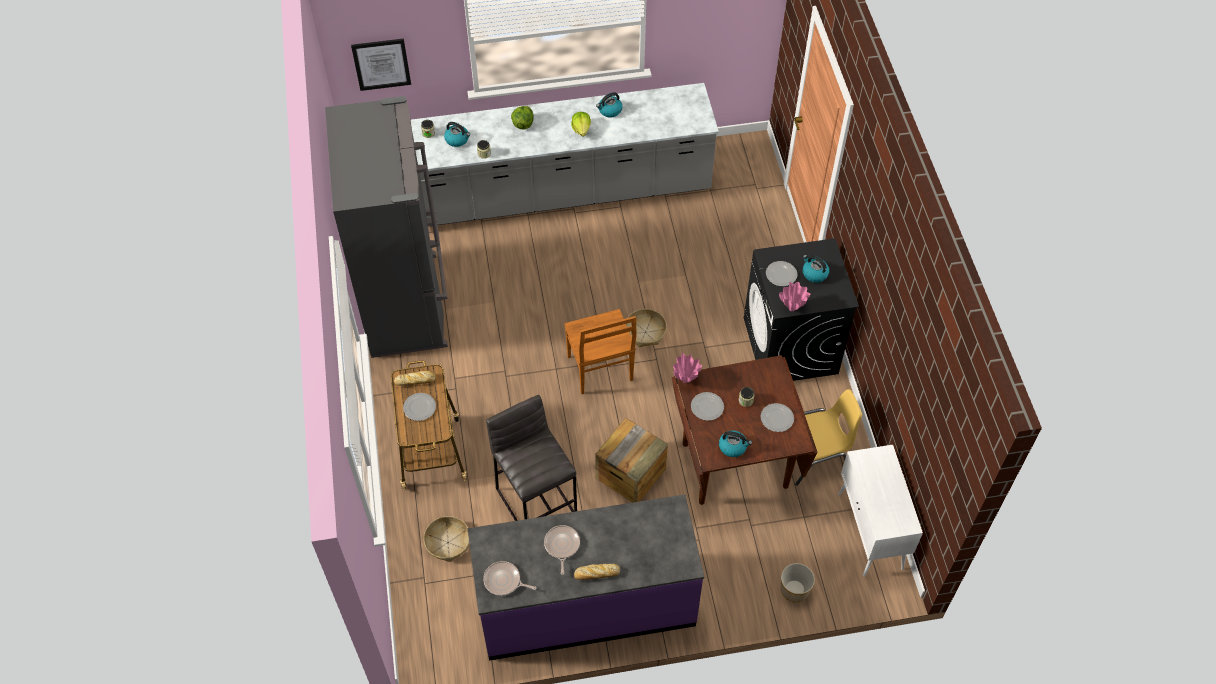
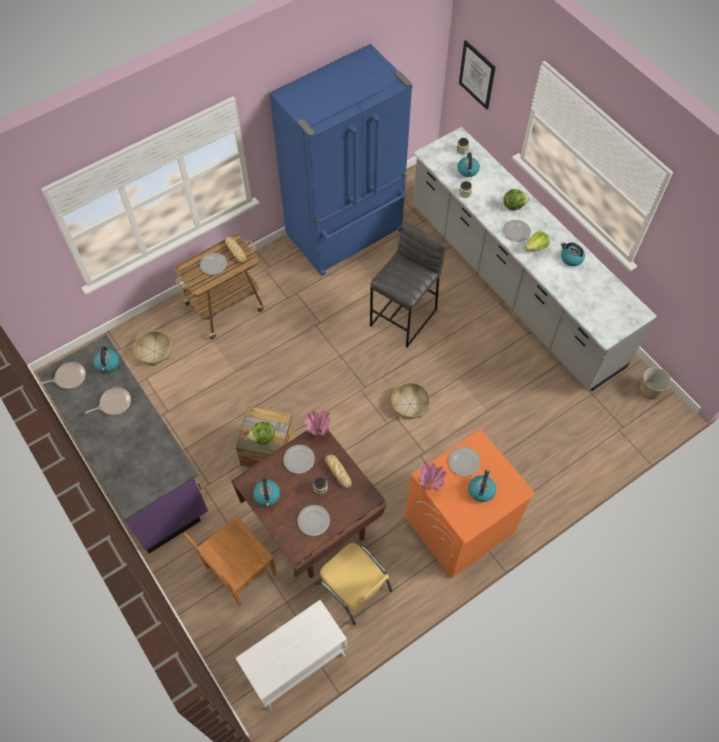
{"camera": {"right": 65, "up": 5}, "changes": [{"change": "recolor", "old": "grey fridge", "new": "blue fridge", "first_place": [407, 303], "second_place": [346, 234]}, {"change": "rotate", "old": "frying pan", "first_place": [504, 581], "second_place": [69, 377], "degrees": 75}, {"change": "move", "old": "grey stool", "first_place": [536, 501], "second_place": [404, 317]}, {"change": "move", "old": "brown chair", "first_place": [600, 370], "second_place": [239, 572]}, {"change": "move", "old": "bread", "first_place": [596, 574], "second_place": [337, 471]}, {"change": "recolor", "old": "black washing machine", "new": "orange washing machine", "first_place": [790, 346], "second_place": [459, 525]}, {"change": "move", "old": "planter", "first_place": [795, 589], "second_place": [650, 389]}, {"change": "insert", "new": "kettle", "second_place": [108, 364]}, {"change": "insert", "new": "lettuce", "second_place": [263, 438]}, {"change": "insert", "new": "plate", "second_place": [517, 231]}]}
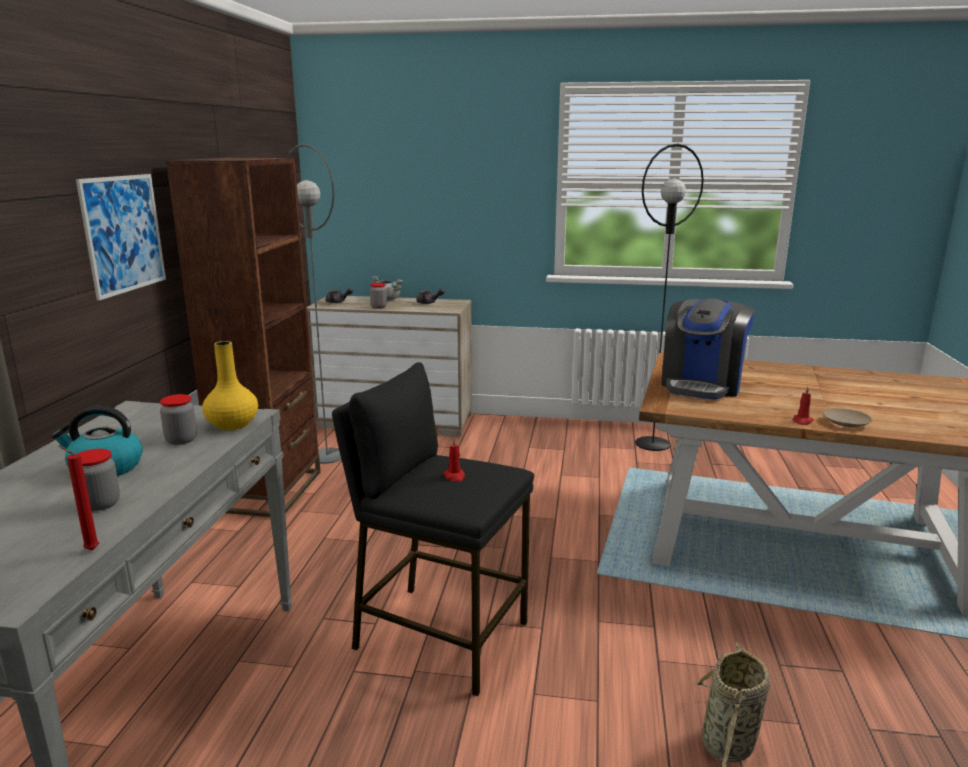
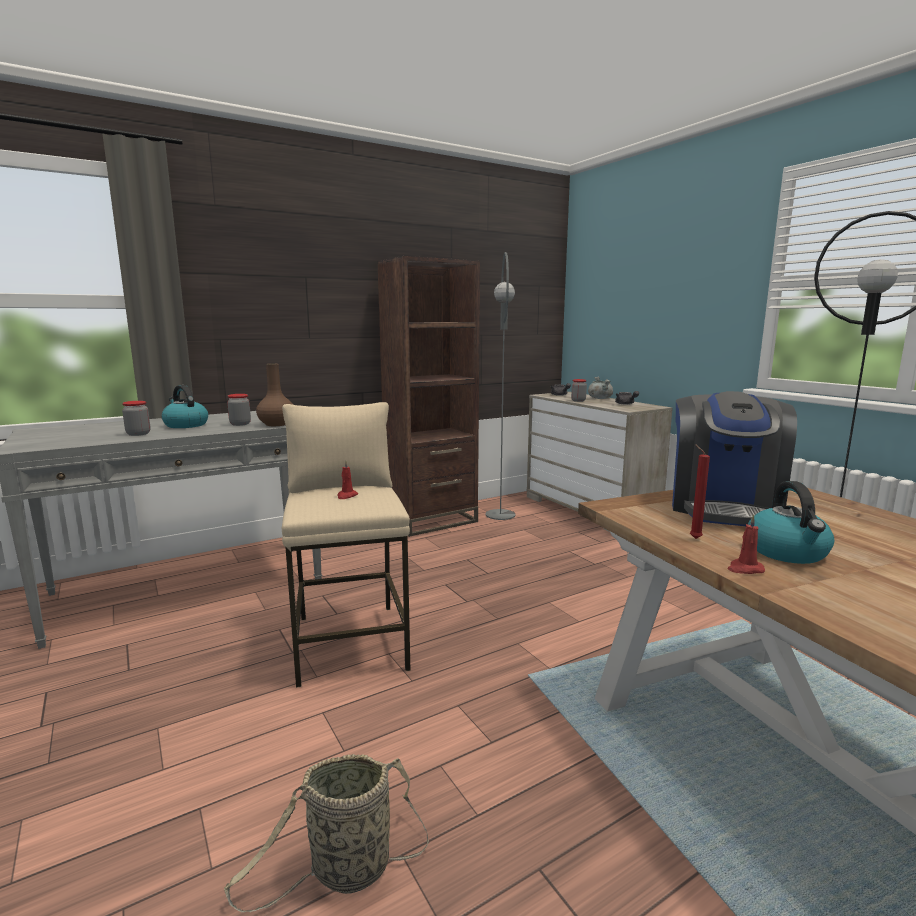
{"camera": {"right": 50, "up": -5}, "changes": [{"change": "move", "old": "red candle", "first_place": [89, 550], "second_place": [693, 538]}, {"change": "delete", "old": "picture", "first_place": [123, 234]}, {"change": "recolor", "old": "yellow vase", "new": "brown vase", "first_place": [233, 424], "second_place": [277, 424]}, {"change": "recolor", "old": "black stool", "new": "beige stool", "first_place": [440, 635], "second_place": [351, 642]}, {"change": "rotate", "old": "coffee machine", "first_place": [702, 385], "second_place": [724, 507], "degrees": -60}, {"change": "delete", "old": "beige plate", "first_place": [846, 423]}, {"change": "insert", "new": "kettle", "second_place": [787, 552]}]}
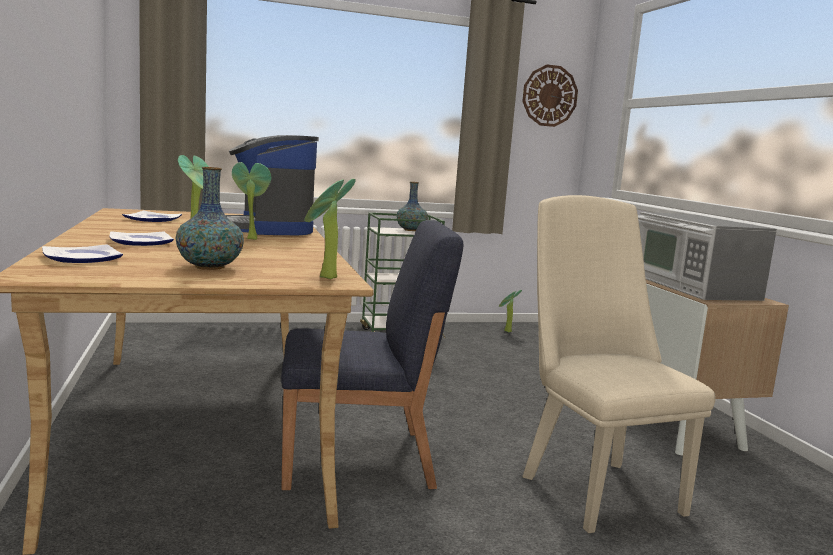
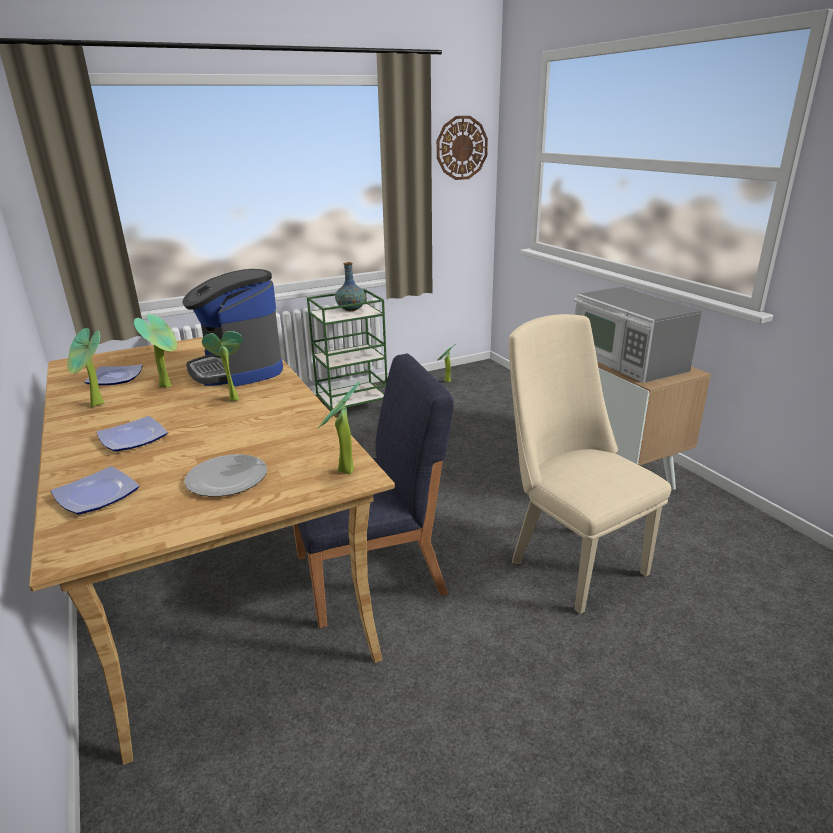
{"camera": {"right": -10, "up": 15}, "changes": [{"change": "replace", "old": "vase", "new": "plate", "first_place": [209, 267], "second_place": [228, 479]}, {"change": "insert", "new": "potted plant", "second_place": [97, 405]}]}
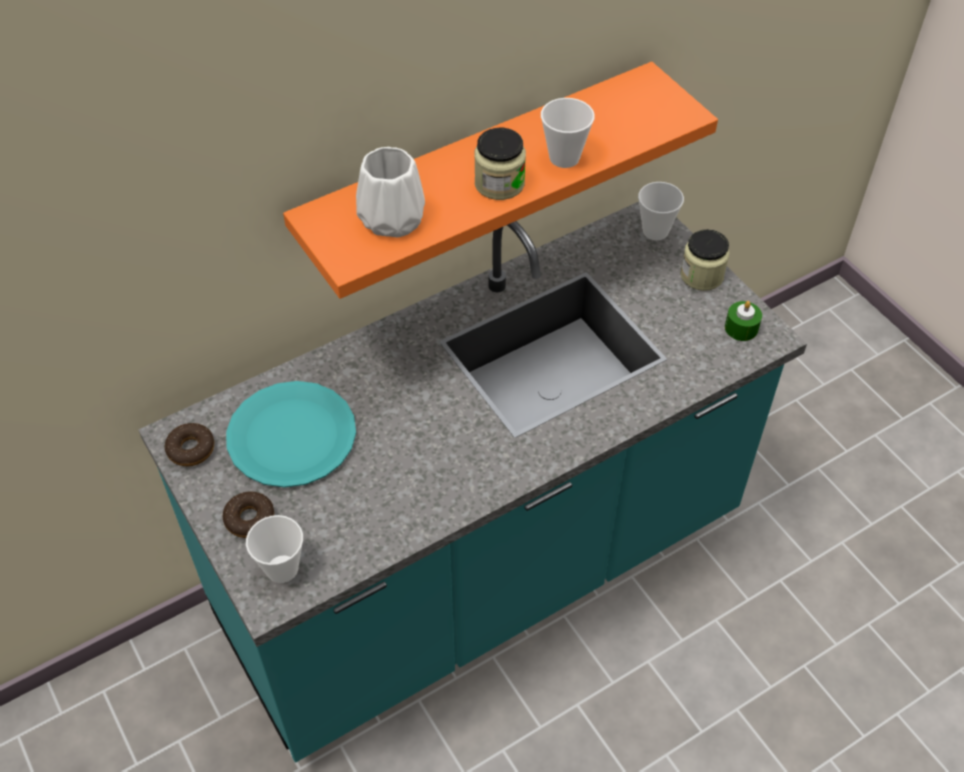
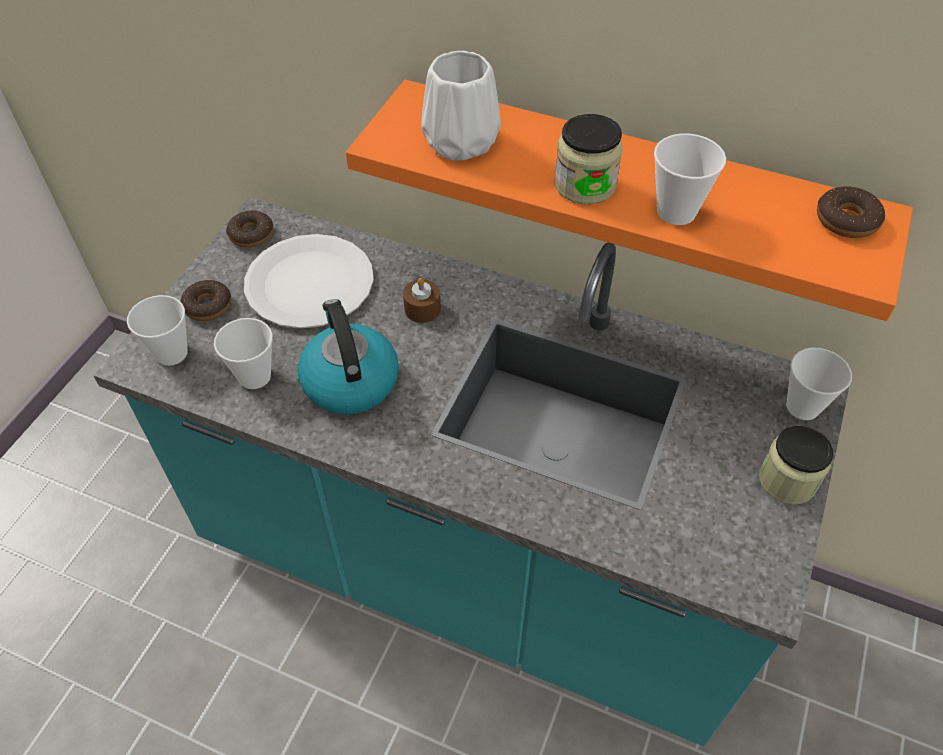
{"camera": {"right": 55, "up": 0}, "changes": [{"change": "recolor", "old": "turquoise plate", "new": "white plate", "first_place": [292, 436], "second_place": [310, 283]}, {"change": "delete", "old": "green candle", "first_place": [741, 328]}, {"change": "insert", "new": "cup", "second_place": [254, 376]}, {"change": "insert", "new": "kettle", "second_place": [349, 380]}, {"change": "insert", "new": "brown candle", "second_place": [422, 309]}, {"change": "insert", "new": "donut", "second_place": [846, 220]}]}
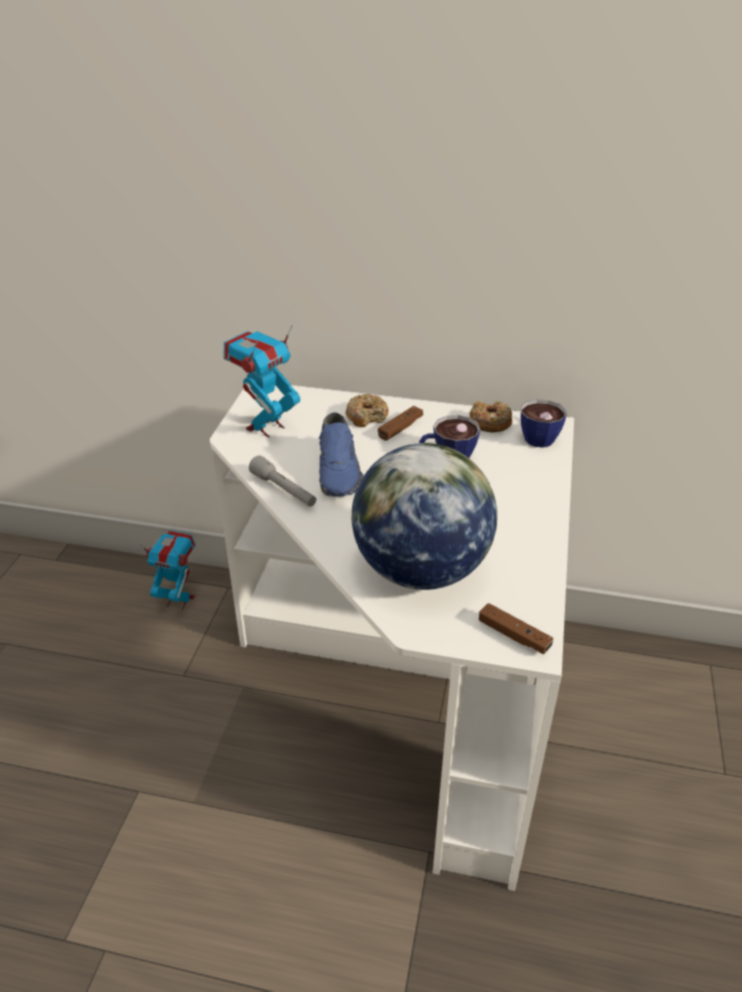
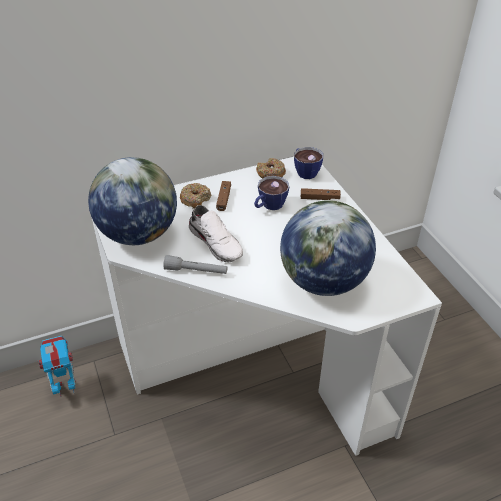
{"camera": {"right": -35, "up": 5}, "changes": [{"change": "replace", "old": "toy robot", "new": "globe", "first_place": [266, 427], "second_place": [138, 234]}, {"change": "recolor", "old": "blue shoe", "new": "white shoe", "first_place": [340, 471], "second_place": [217, 243]}, {"change": "move", "old": "brown game controller", "first_place": [514, 635], "second_place": [320, 198]}]}
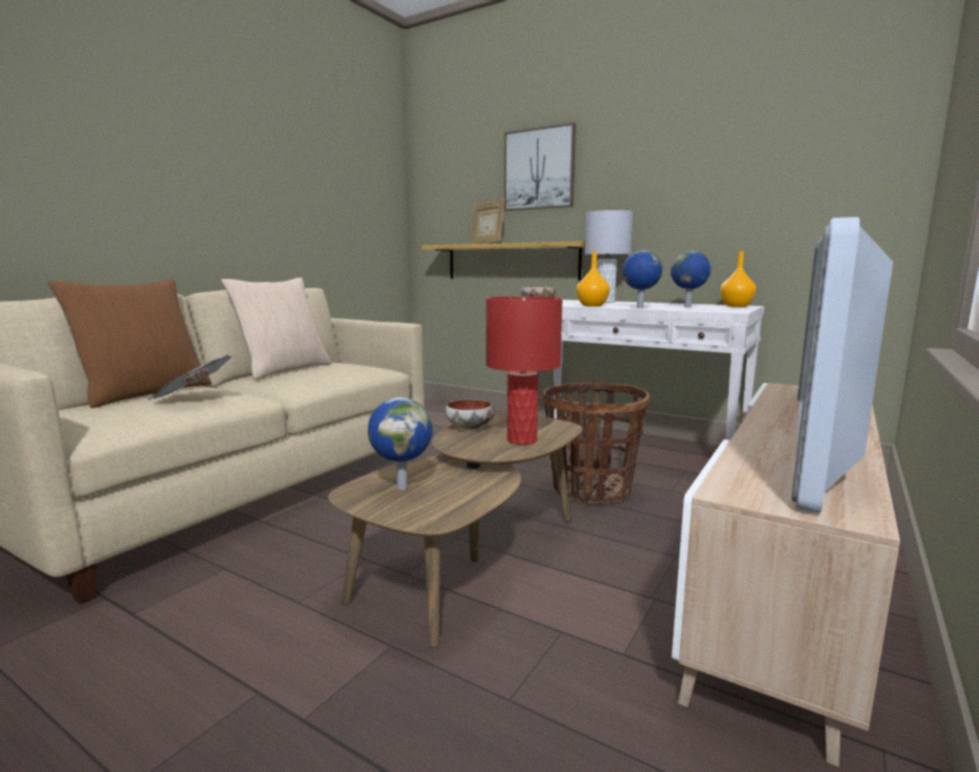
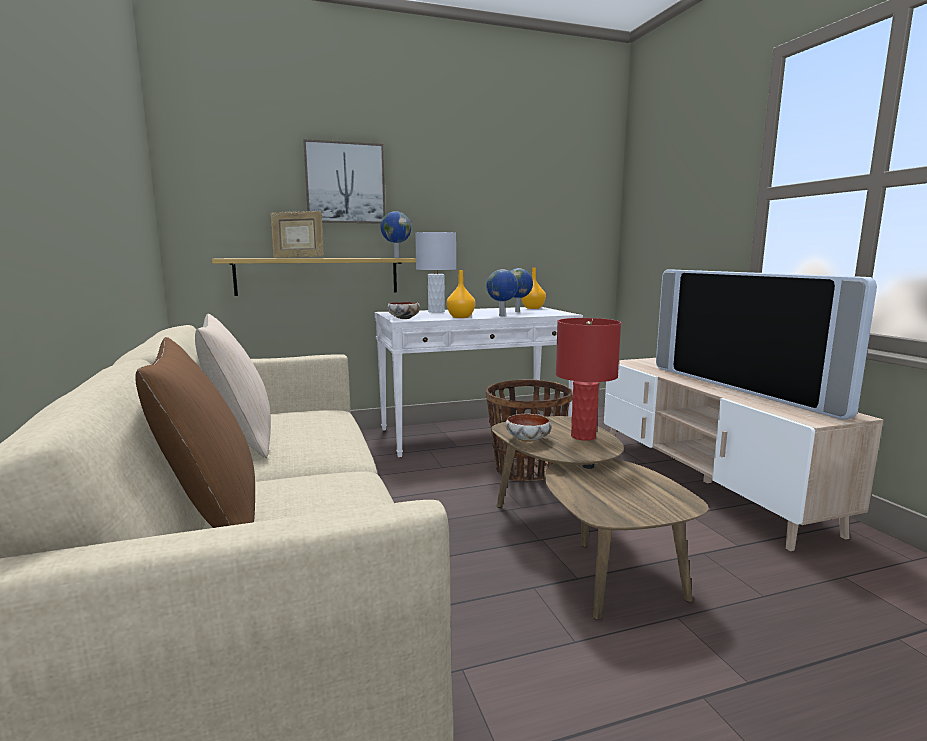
{"camera": {"right": -50, "up": 0}, "changes": [{"change": "delete", "old": "newspaper", "first_place": [193, 398]}, {"change": "move", "old": "globe", "first_place": [402, 487], "second_place": [396, 257]}]}
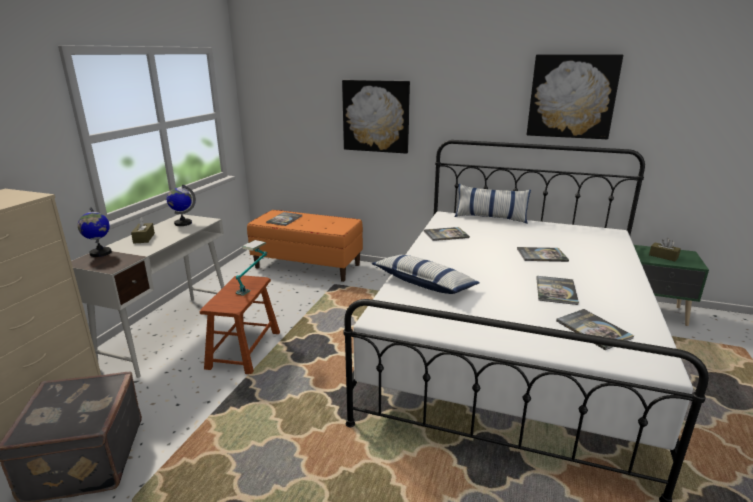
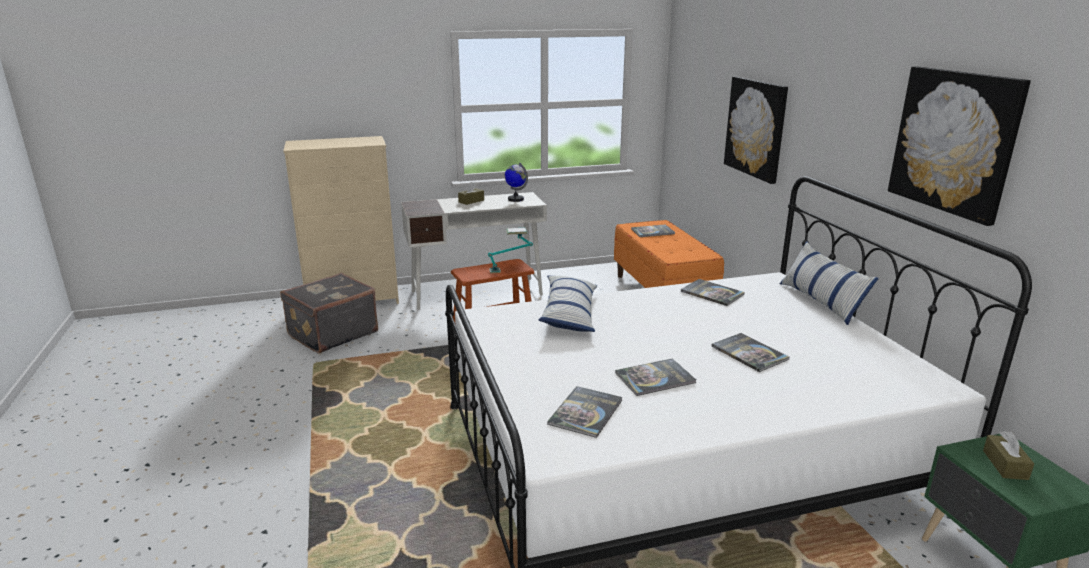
{"camera": {"right": 55, "up": 0}, "changes": [{"change": "delete", "old": "globe", "first_place": [100, 253]}]}
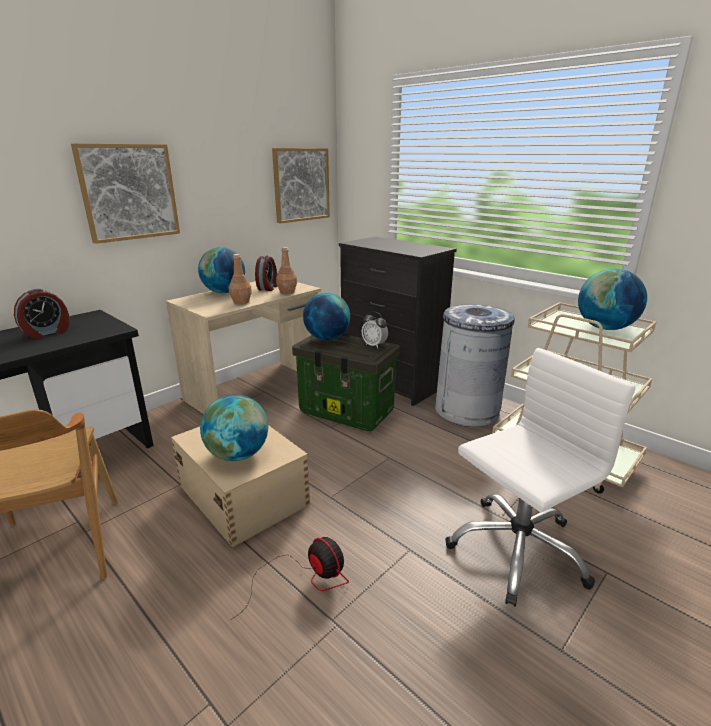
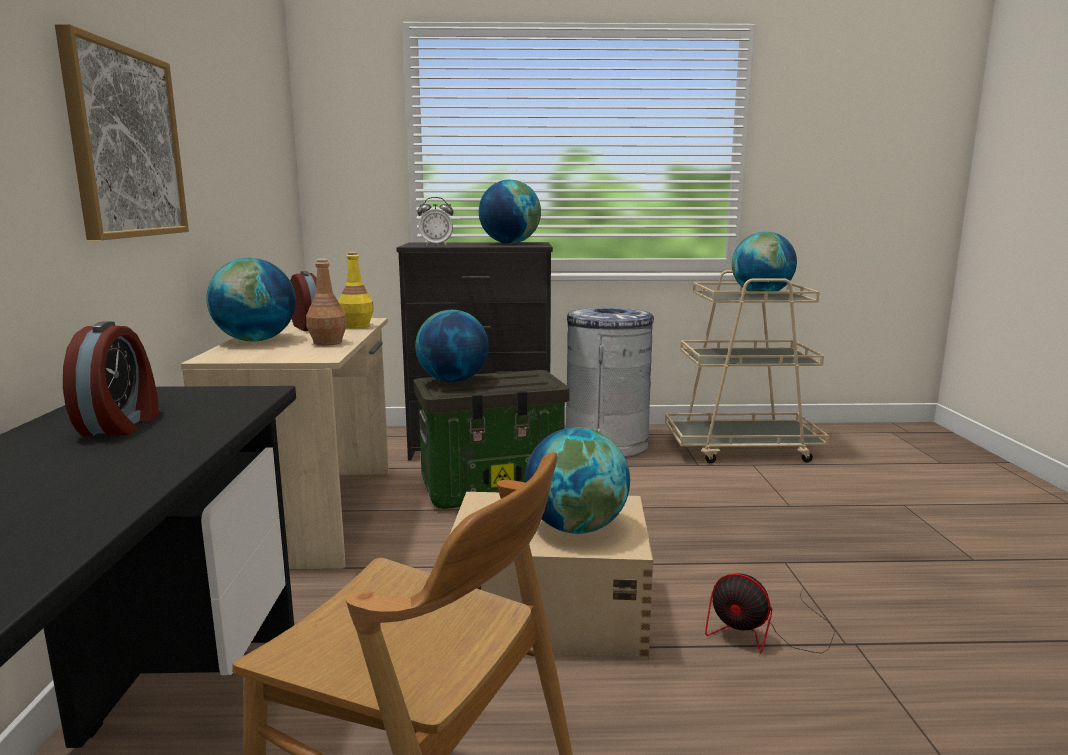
{"camera": {"right": -45, "up": -10}, "changes": [{"change": "rotate", "old": "fan", "first_place": [305, 578], "second_place": [764, 633], "degrees": -150}, {"change": "delete", "old": "picture", "first_place": [301, 185]}, {"change": "recolor", "old": "brown bottle", "new": "yellow bottle", "first_place": [287, 292], "second_place": [356, 326]}, {"change": "move", "old": "alarm clock", "first_place": [374, 345], "second_place": [436, 245]}, {"change": "delete", "old": "white office chair", "first_place": [517, 549]}, {"change": "insert", "new": "globe", "second_place": [510, 243]}]}
